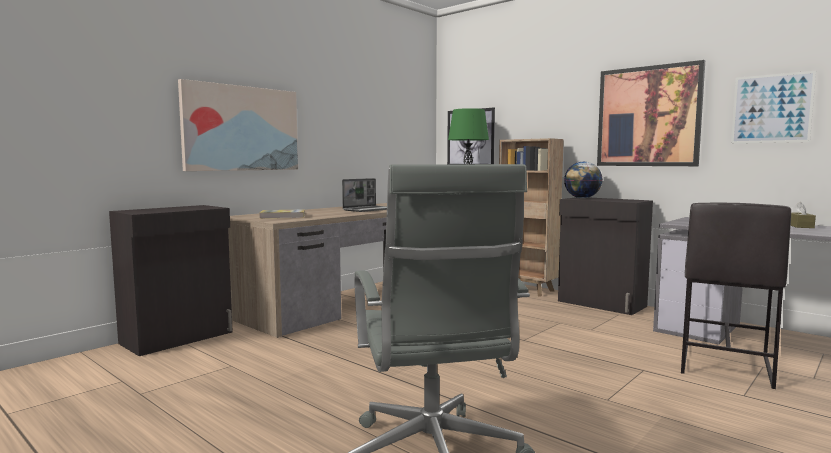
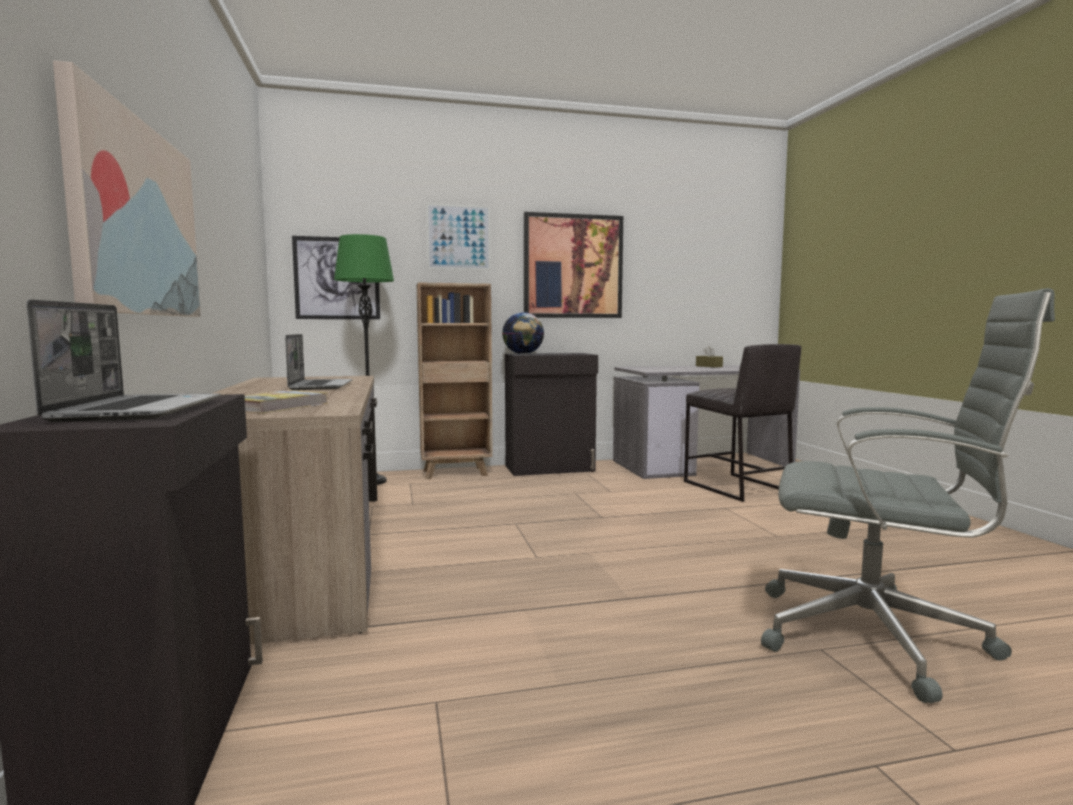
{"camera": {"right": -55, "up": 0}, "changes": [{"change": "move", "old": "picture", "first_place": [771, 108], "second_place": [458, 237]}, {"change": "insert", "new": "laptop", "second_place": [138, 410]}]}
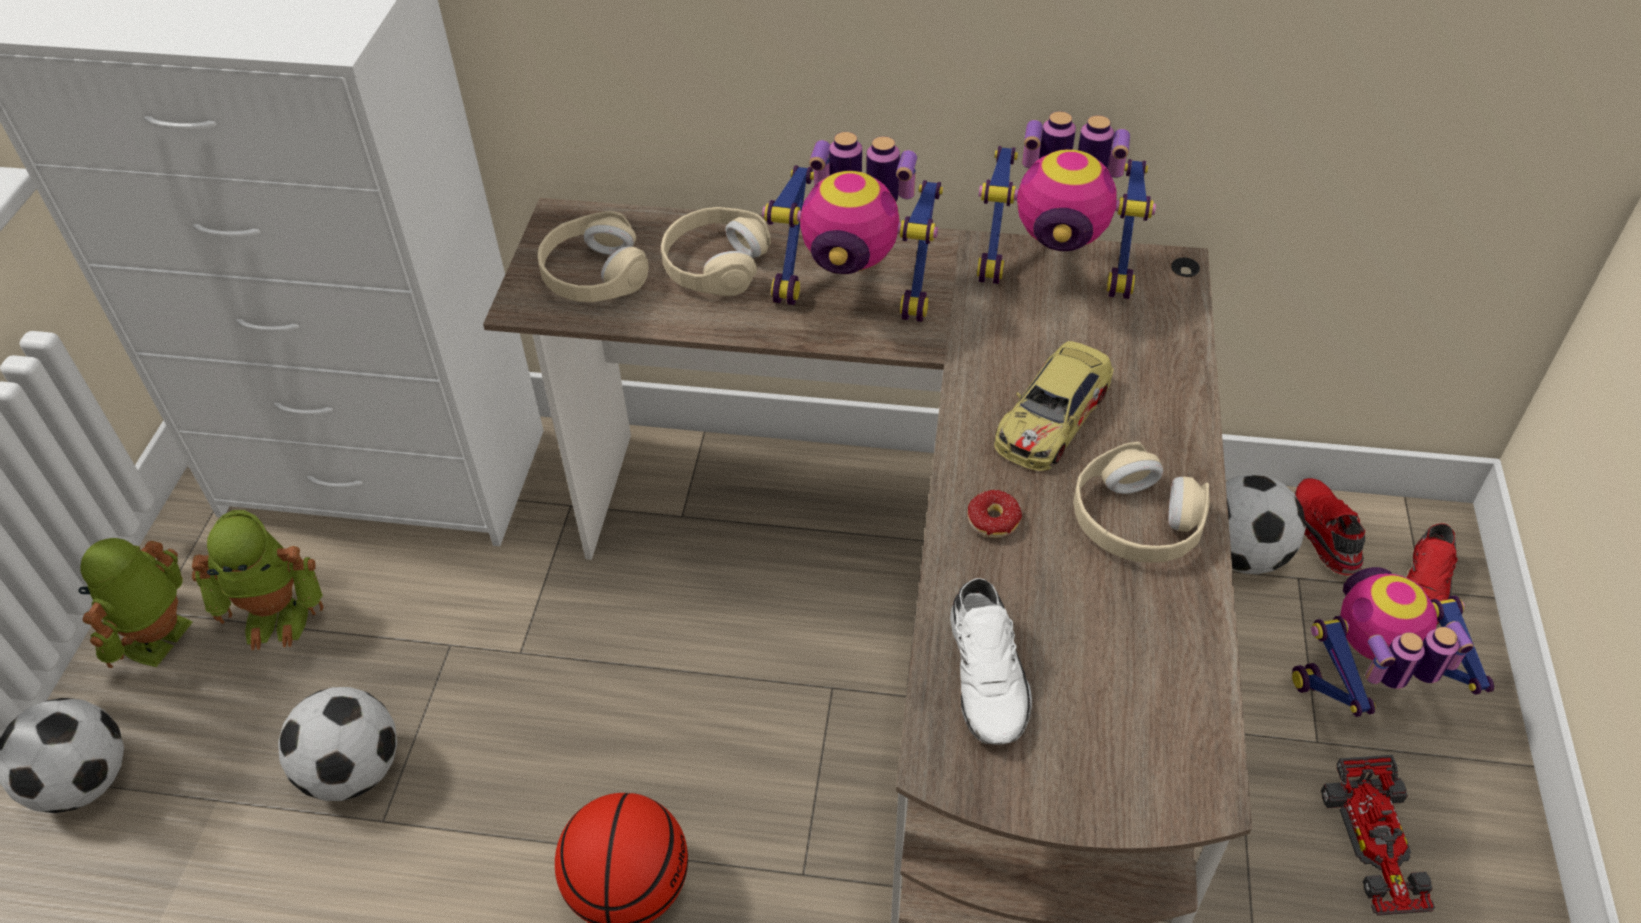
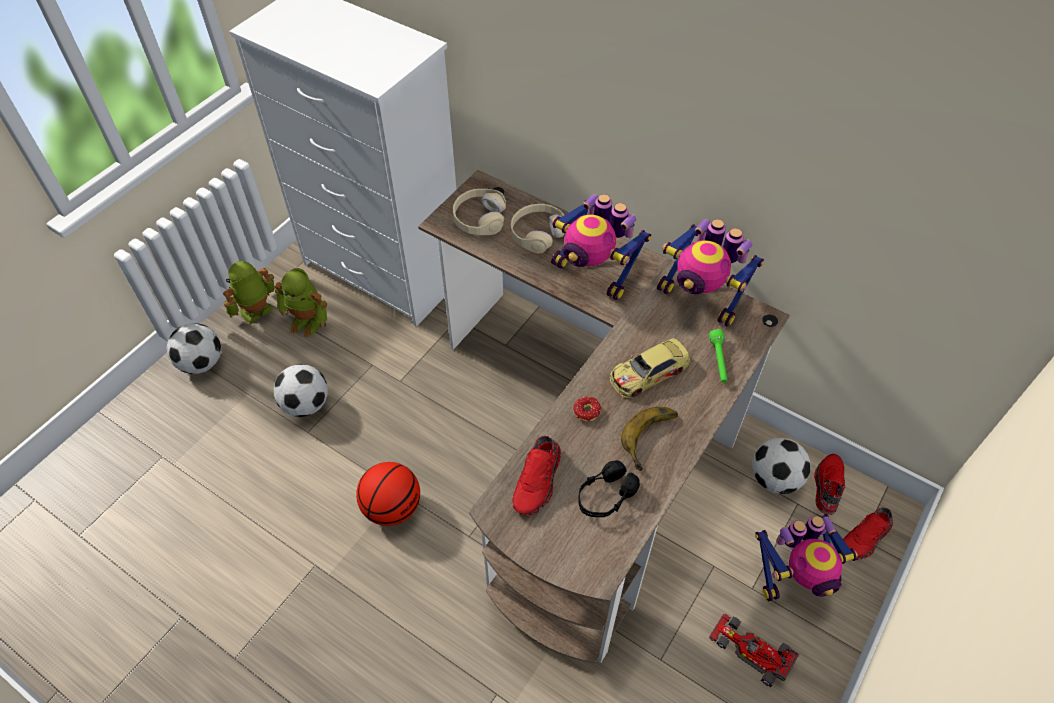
{"camera": {"right": 25, "up": 5}, "changes": [{"change": "recolor", "old": "white shoe", "new": "red shoe", "first_place": [989, 674], "second_place": [538, 481]}, {"change": "replace", "old": "beige headphones", "new": "banana", "first_place": [1136, 520], "second_place": [653, 439]}, {"change": "rotate", "old": "toy robot", "first_place": [1367, 691], "second_place": [795, 576], "degrees": 150}, {"change": "rotate", "old": "toy car", "first_place": [1378, 842], "second_place": [751, 650], "degrees": 105}, {"change": "insert", "new": "black headphones", "second_place": [605, 496]}, {"change": "insert", "new": "green flashlight", "second_place": [718, 361]}]}
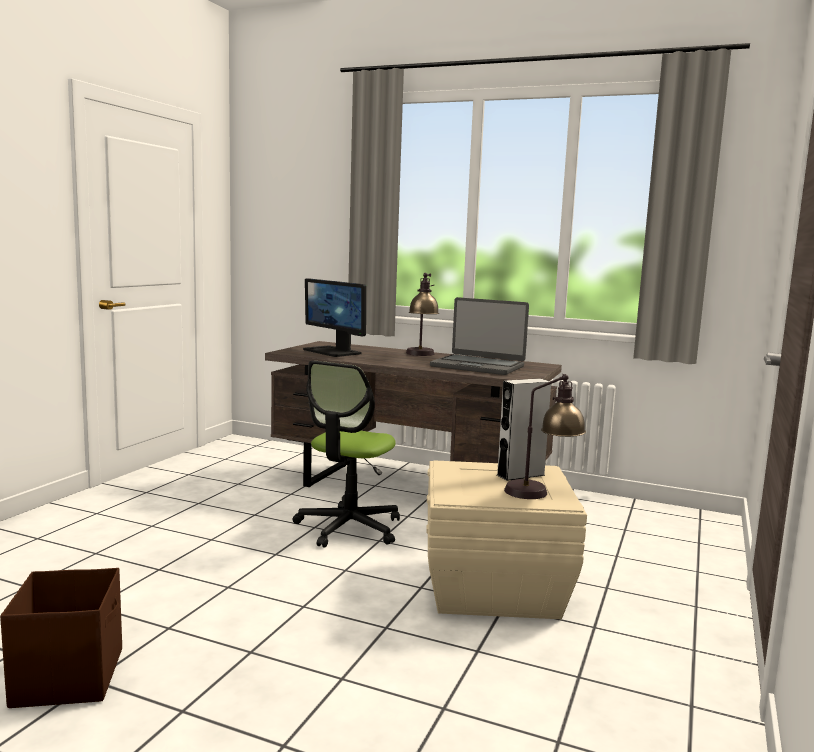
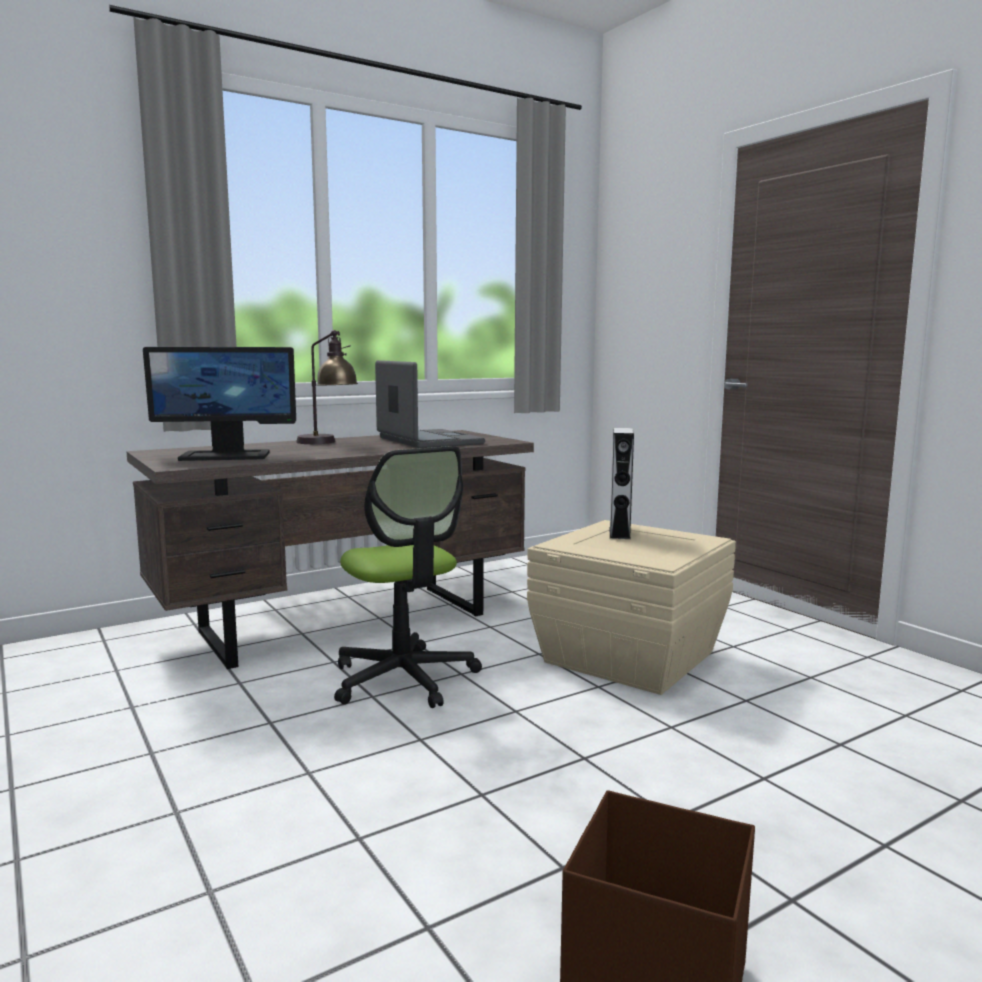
{"camera": {"right": -55, "up": 0}, "changes": [{"change": "rotate", "old": "laptop", "first_place": [478, 366], "second_place": [428, 441], "degrees": -90}, {"change": "delete", "old": "table lamp", "first_place": [542, 491]}]}
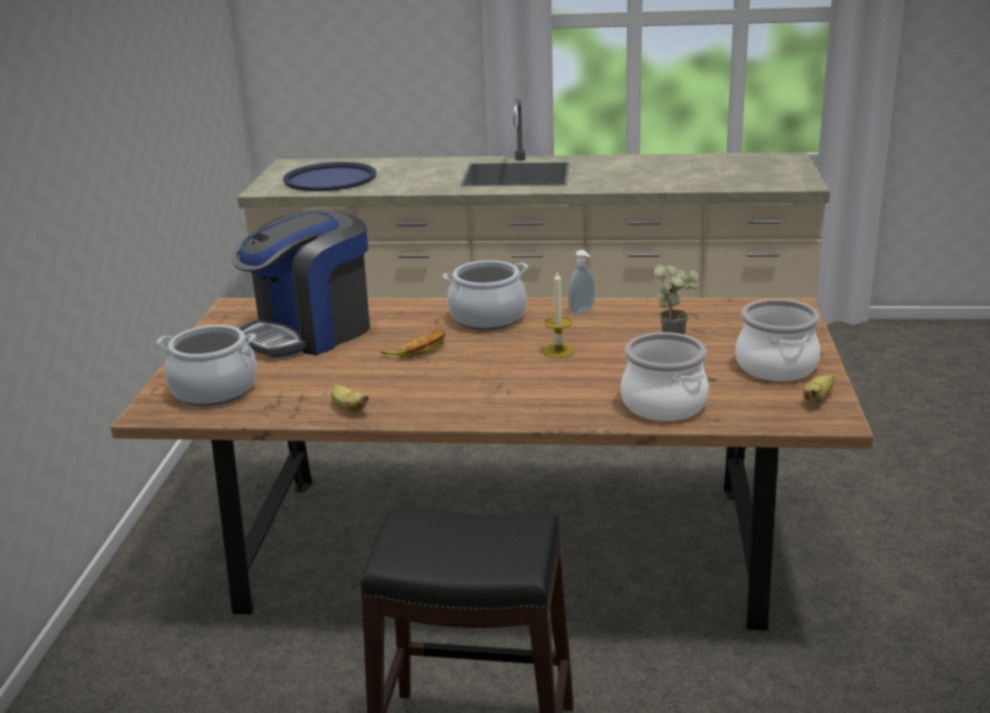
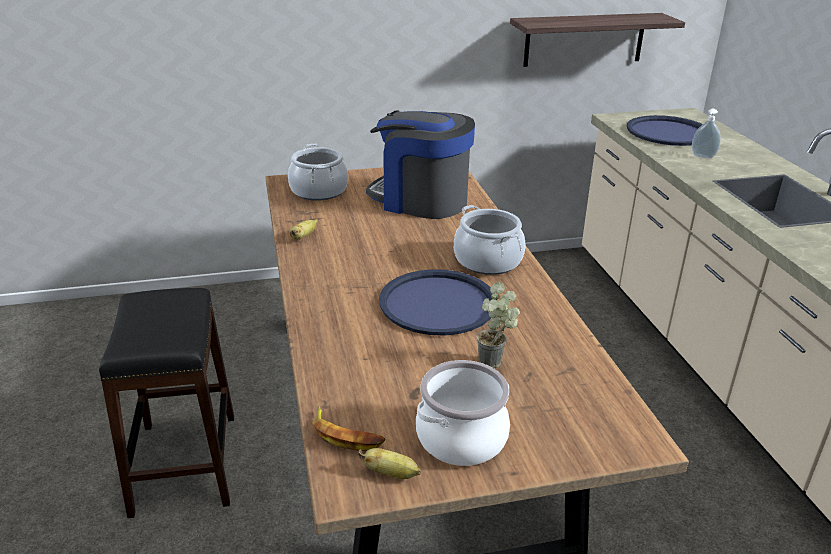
{"camera": {"right": 70, "up": 5}, "changes": [{"change": "move", "old": "banana", "first_place": [418, 349], "second_place": [346, 435]}, {"change": "replace", "old": "candle", "new": "blue tray", "first_place": [558, 351], "second_place": [437, 303]}, {"change": "move", "old": "soap dispenser", "first_place": [583, 312], "second_place": [702, 157]}, {"change": "delete", "old": "cooking pot", "first_place": [663, 404]}, {"change": "insert", "new": "shelf", "second_place": [584, 39]}]}
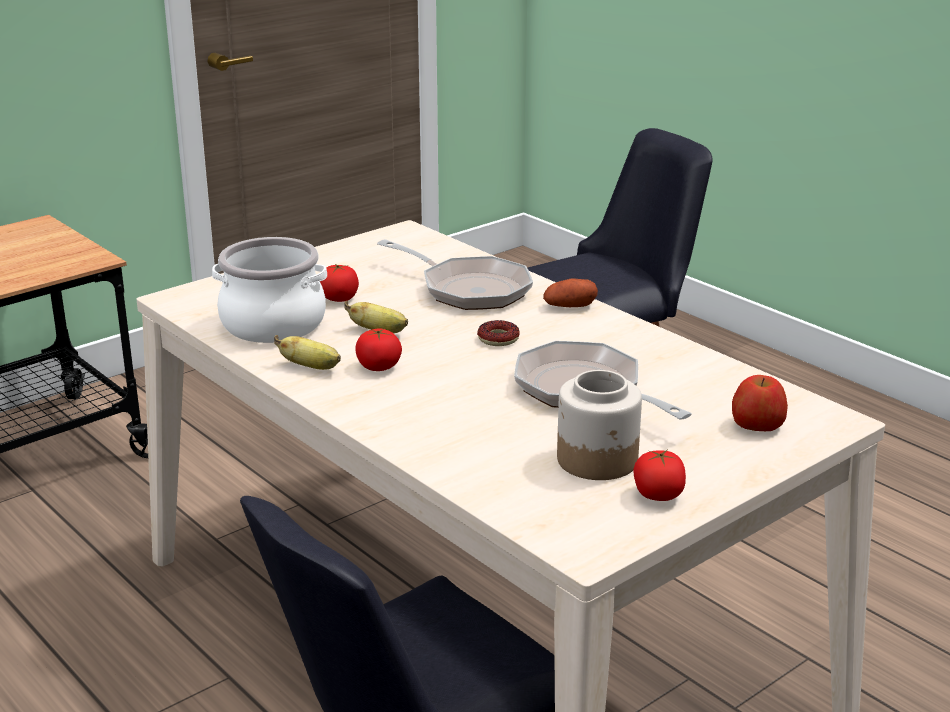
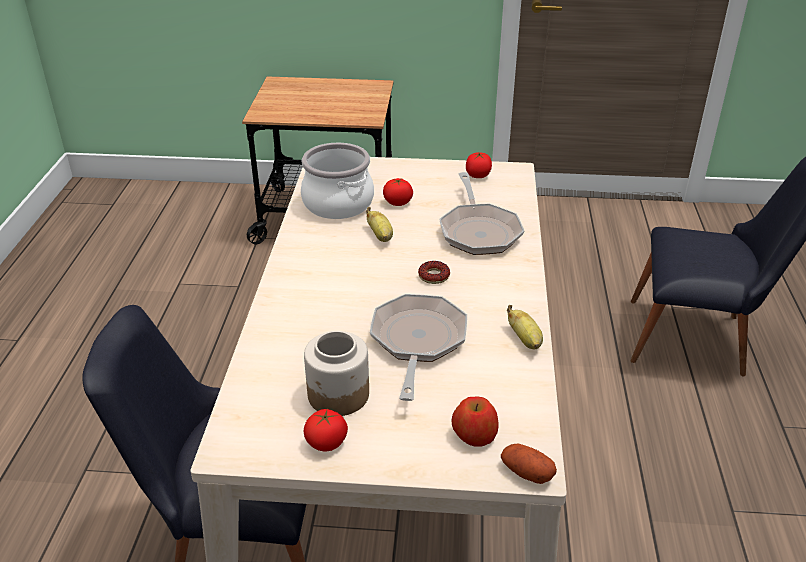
{"camera": {"right": 45, "up": 10}, "changes": [{"change": "move", "old": "banana", "first_place": [311, 367], "second_place": [525, 340]}, {"change": "move", "old": "tomato", "first_place": [378, 367], "second_place": [478, 175]}, {"change": "move", "old": "potato", "first_place": [569, 306], "second_place": [526, 472]}]}
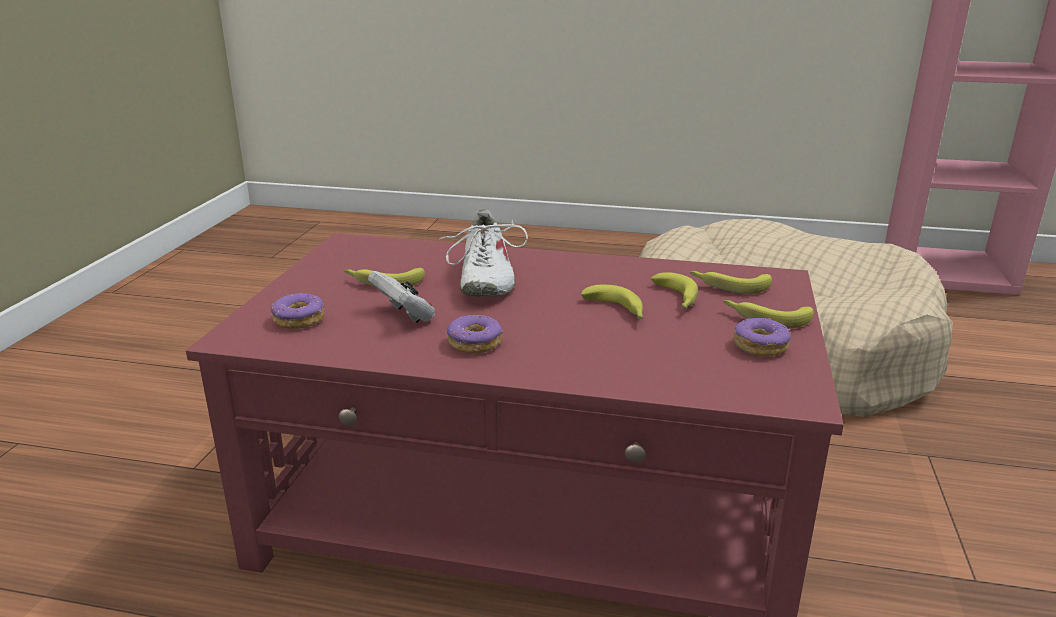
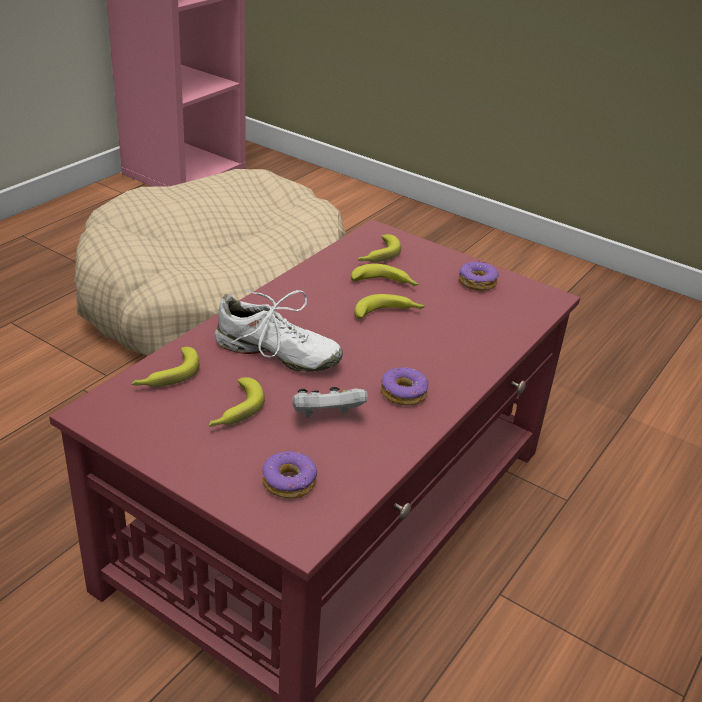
{"camera": {"right": -70, "up": 10}, "changes": [{"change": "move", "old": "banana", "first_place": [765, 318], "second_place": [166, 376]}]}
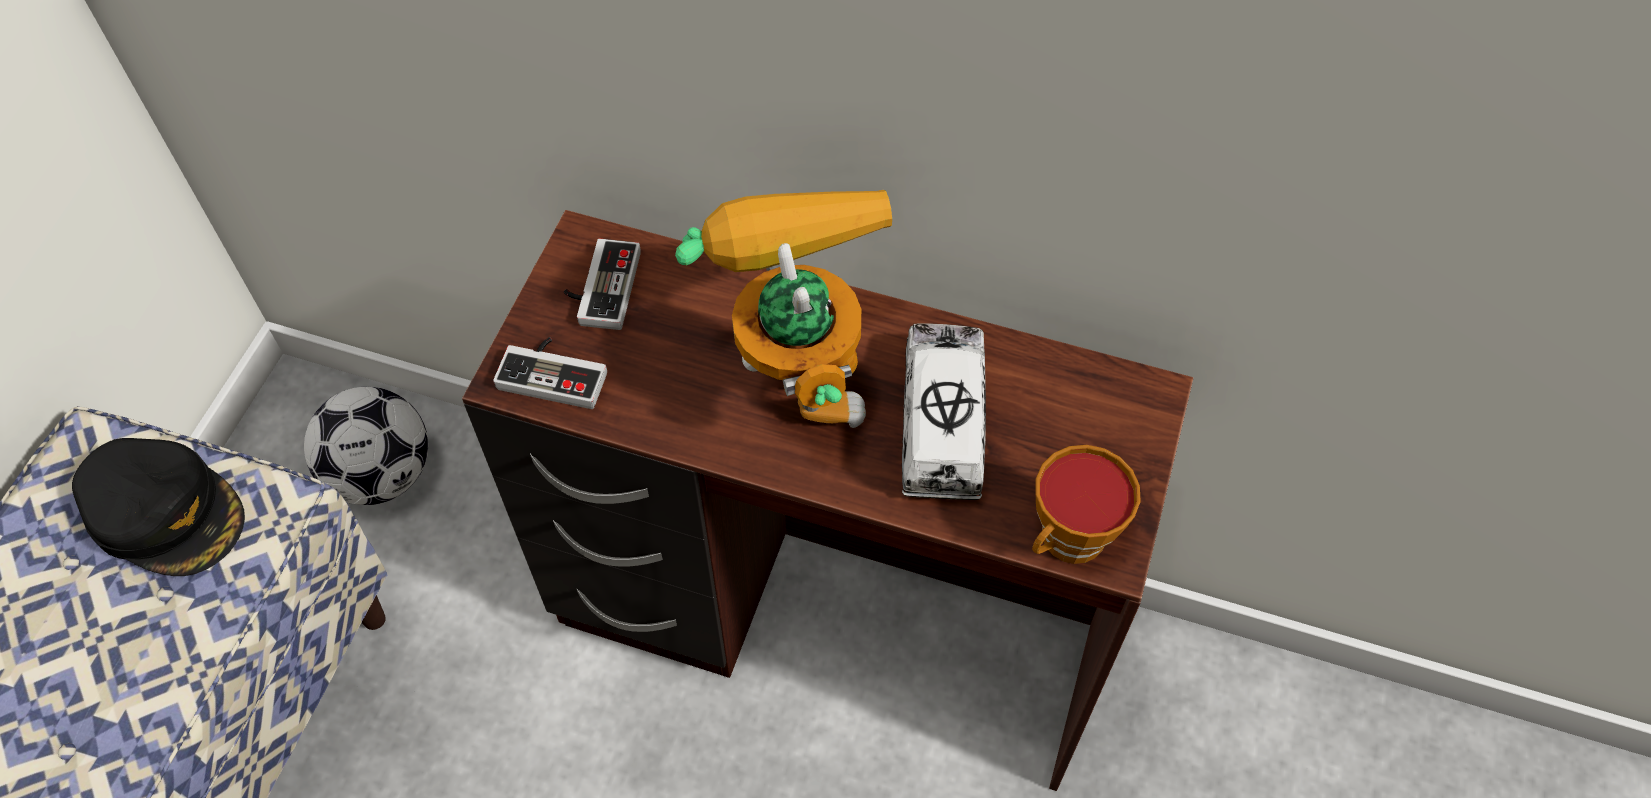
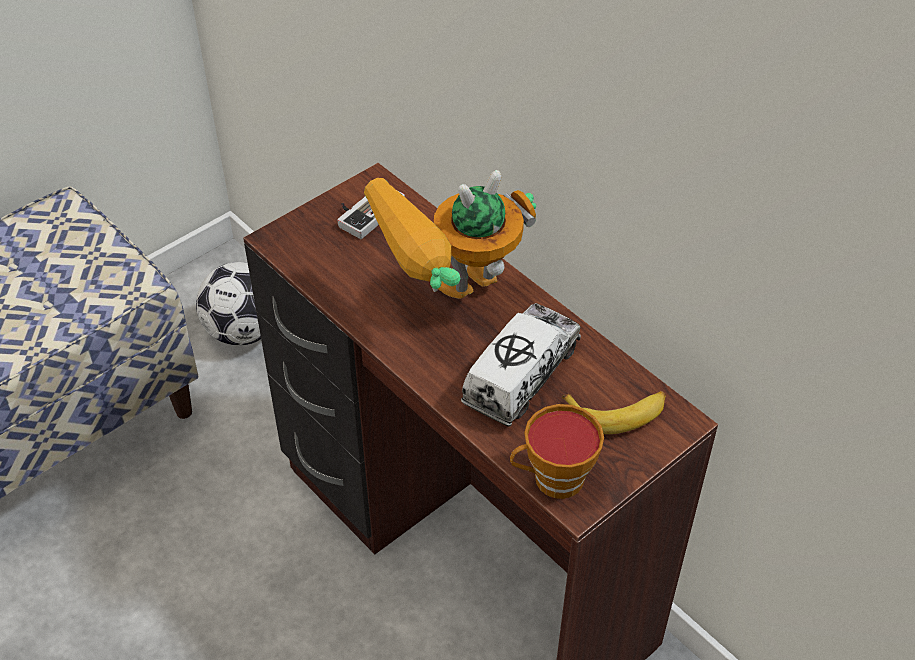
{"camera": {"right": 30, "up": -10}, "changes": [{"change": "delete", "old": "black cap", "first_place": [166, 512]}, {"change": "delete", "old": "game controller", "first_place": [555, 372]}, {"change": "rotate", "old": "toy robot", "first_place": [796, 370], "second_place": [450, 305], "degrees": -135}, {"change": "insert", "new": "banana", "second_place": [618, 413]}]}
